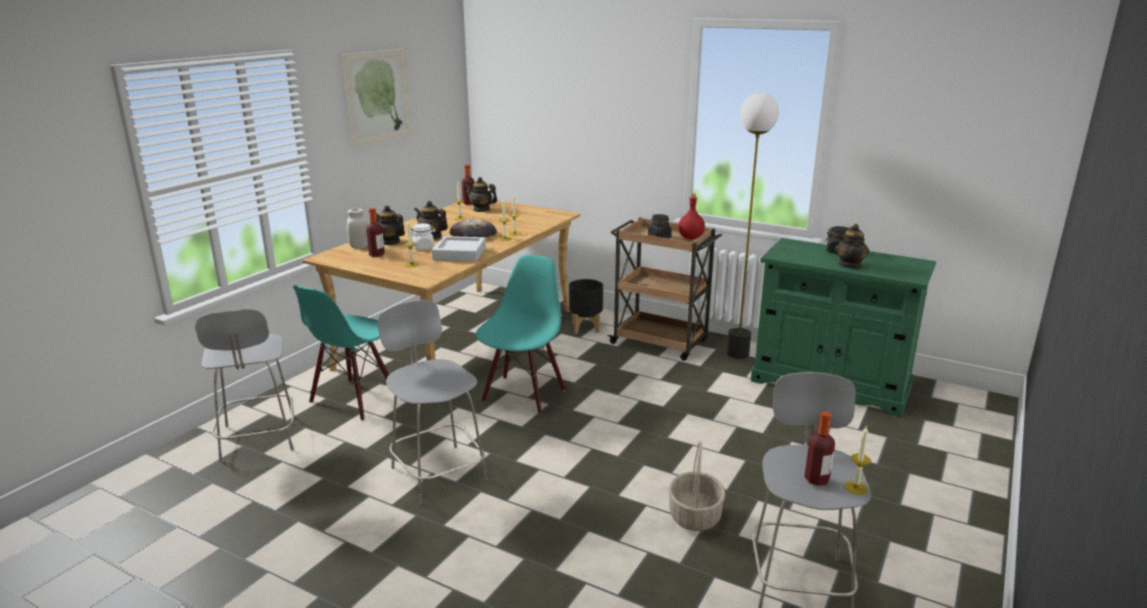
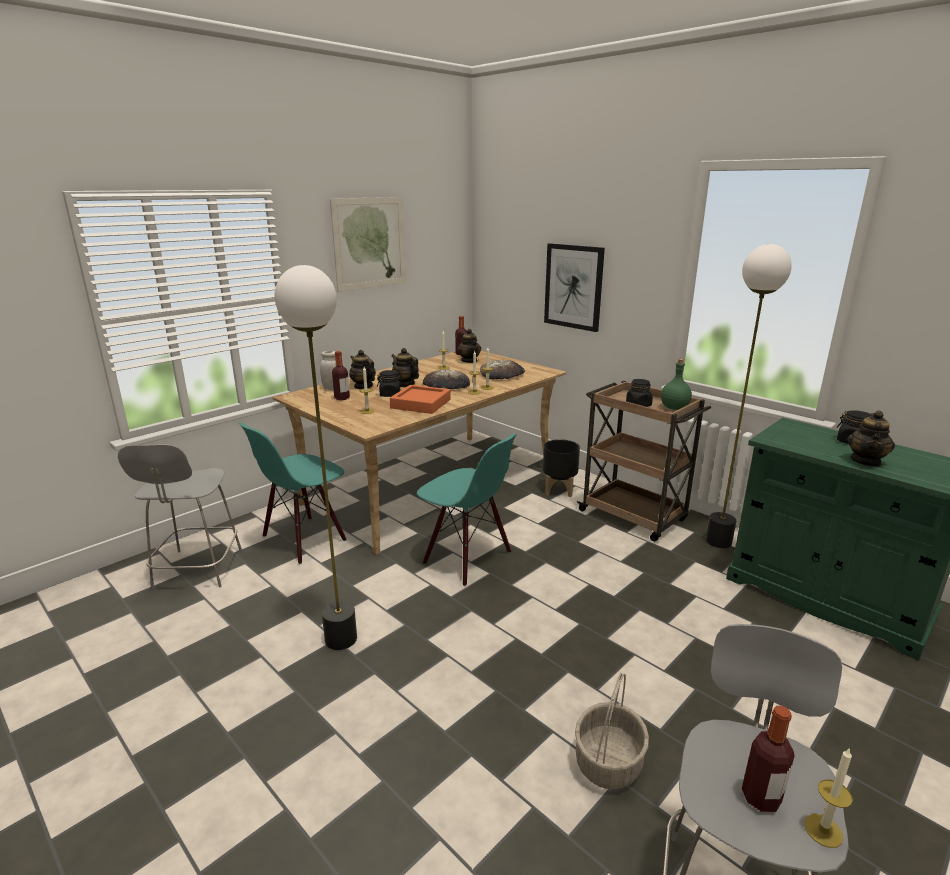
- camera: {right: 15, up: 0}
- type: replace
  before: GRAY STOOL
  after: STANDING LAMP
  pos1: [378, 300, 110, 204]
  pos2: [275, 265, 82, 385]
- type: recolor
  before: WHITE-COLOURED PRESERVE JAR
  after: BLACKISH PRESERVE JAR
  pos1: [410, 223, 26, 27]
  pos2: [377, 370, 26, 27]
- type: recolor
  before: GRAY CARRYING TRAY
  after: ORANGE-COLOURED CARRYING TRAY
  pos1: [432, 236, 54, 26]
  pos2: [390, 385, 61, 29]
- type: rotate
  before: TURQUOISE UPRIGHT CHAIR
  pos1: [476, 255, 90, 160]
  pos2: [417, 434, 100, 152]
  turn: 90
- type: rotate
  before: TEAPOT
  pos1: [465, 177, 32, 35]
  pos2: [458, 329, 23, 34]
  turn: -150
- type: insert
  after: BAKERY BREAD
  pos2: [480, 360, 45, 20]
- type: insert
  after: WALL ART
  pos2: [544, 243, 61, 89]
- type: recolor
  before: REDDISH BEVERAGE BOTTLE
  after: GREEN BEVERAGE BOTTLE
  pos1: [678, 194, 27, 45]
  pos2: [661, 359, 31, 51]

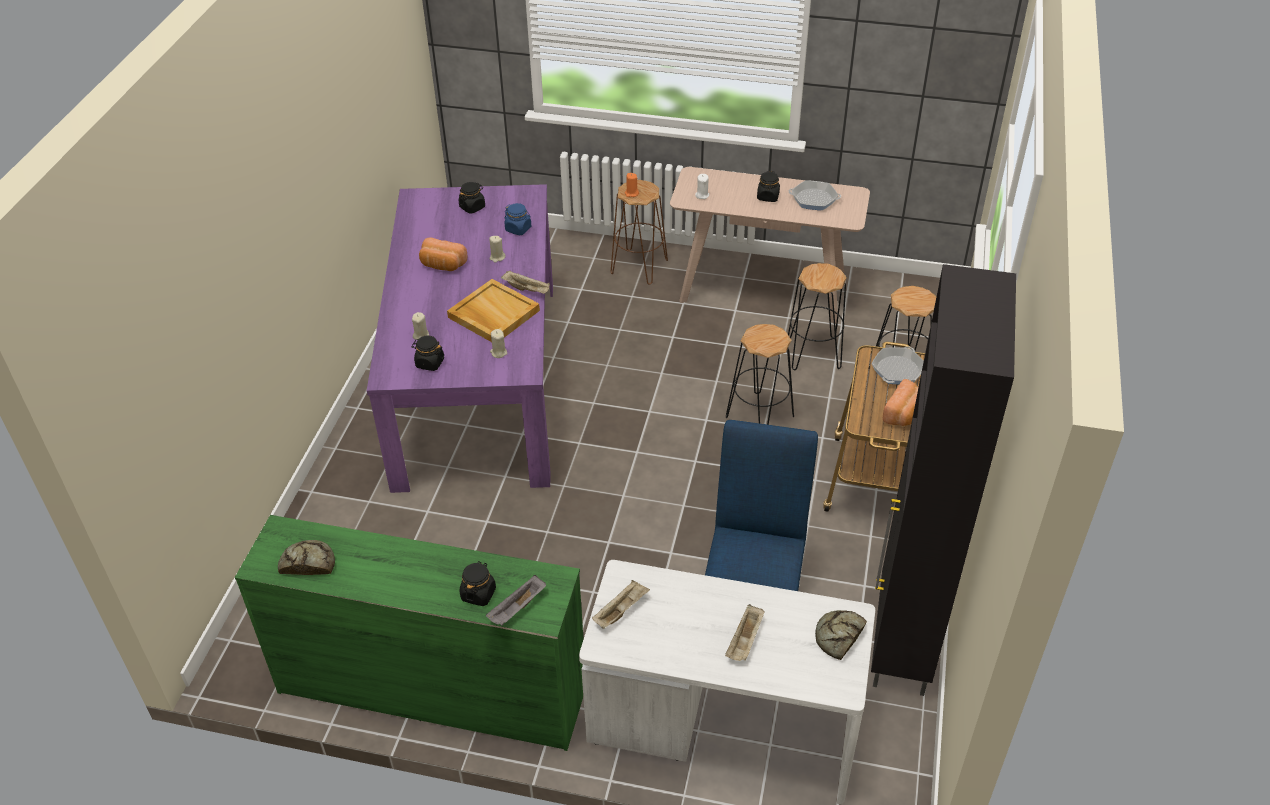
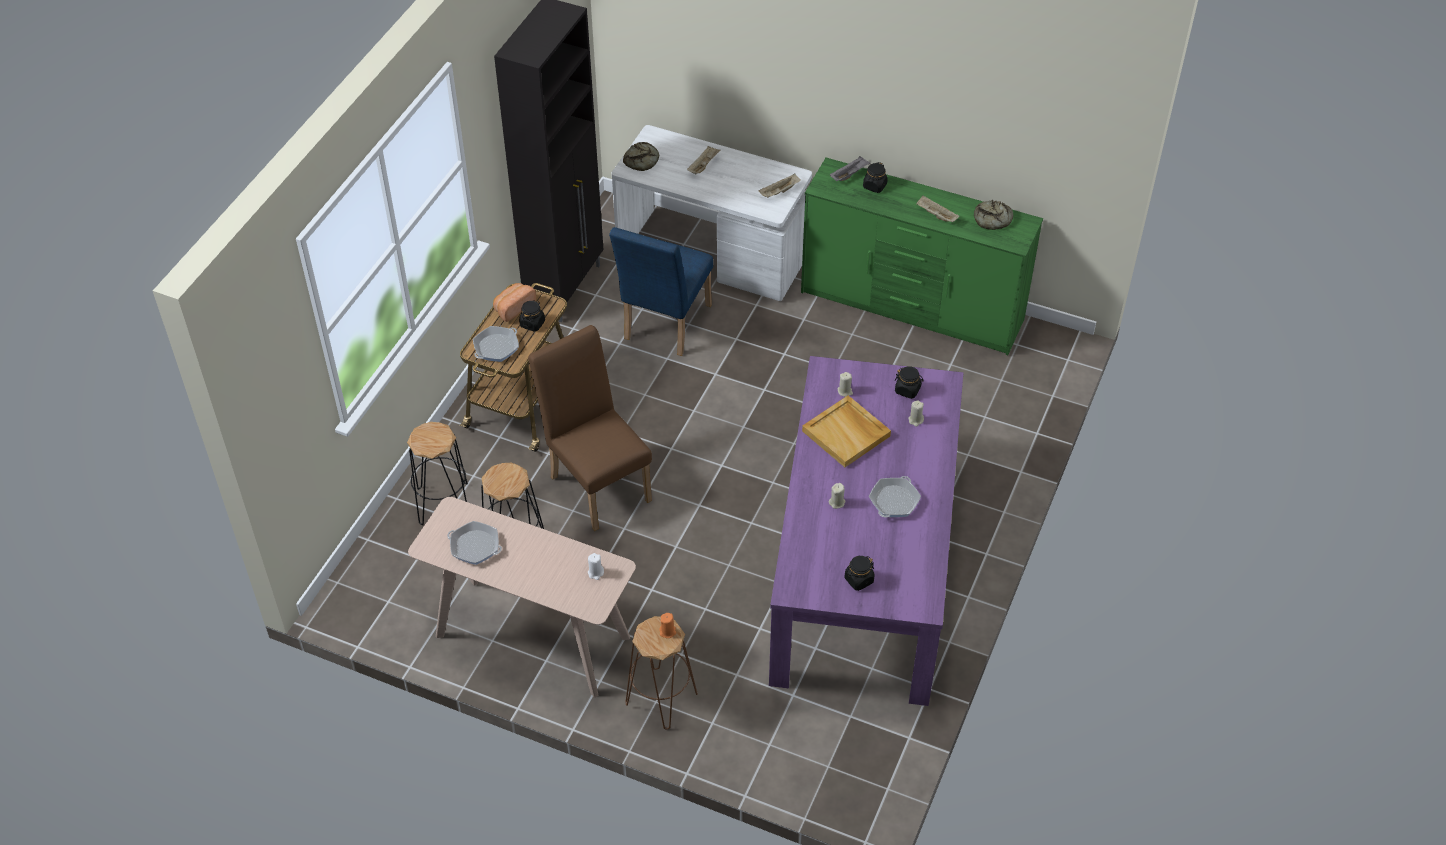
- camera: {right: -170, up: 5}
- type: move
  before: BLACKISH PRESERVE JAR
  pos1: [757, 171, 23, 31]
  pos2: [519, 300, 26, 32]
- type: replace
  before: BLACKISH STOOL
  after: BROWN UPRIGHT CHAIR
  pos1: [726, 324, 68, 101]
  pos2: [528, 325, 124, 206]
- type: replace
  before: BAKERY BREAD
  after: FRYING PAN
  pos1: [419, 238, 49, 33]
  pos2: [869, 476, 52, 41]
- type: move
  before: BEIGE CARRYING TRAY
  pos1: [501, 271, 49, 23]
  pos2: [916, 196, 44, 26]
- type: delete
  before: BLUE PRESERVE JAR
  pos1: [504, 203, 27, 32]

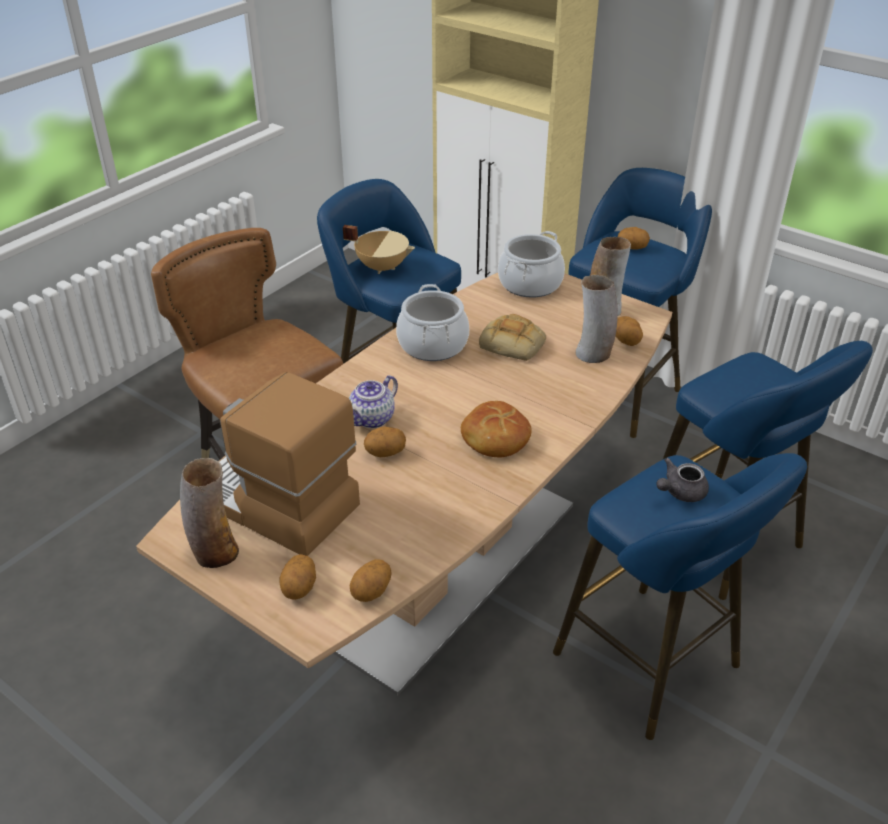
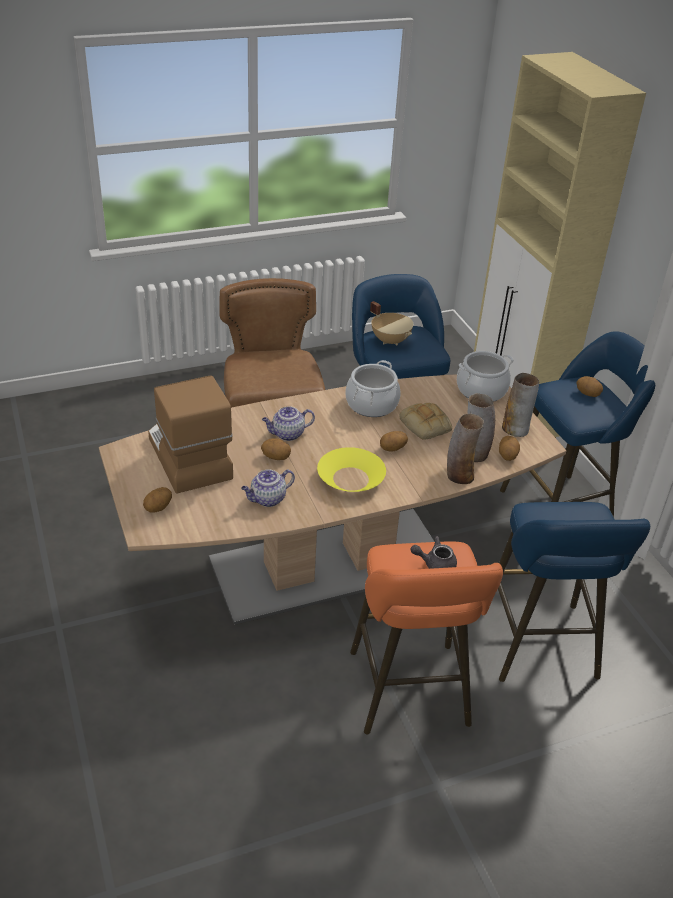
- camera: {right: 30, up: 0}
- type: insert
  after: TEAPOT
  pos2: [241, 469, 54, 38]
- type: replace
  before: BAKERY BREAD
  after: YELLOW DEEP DISH
  pos1: [461, 401, 71, 56]
  pos2: [317, 447, 69, 45]
- type: recolor
  before: BLUE STOOL
  after: ORANGE-COLOURED STOOL
  pos1: [553, 453, 254, 287]
  pos2: [350, 542, 153, 192]
- type: move
  before: WHOLE POTATO
  pos1: [350, 559, 42, 43]
  pos2: [380, 431, 28, 21]
- type: move
  before: FLOWER VASE
  pos1: [180, 458, 59, 110]
  pos2: [447, 414, 37, 70]

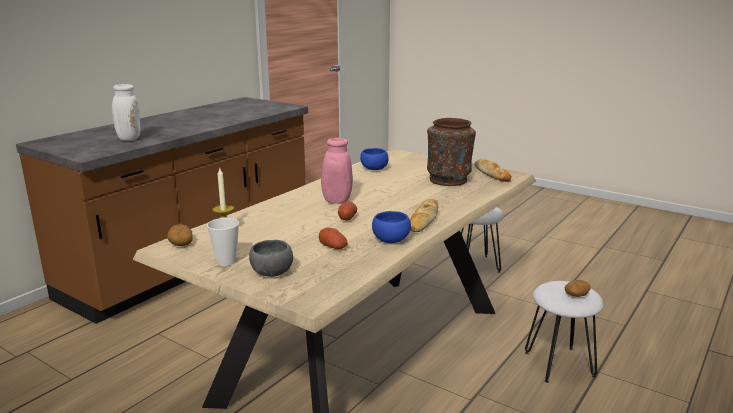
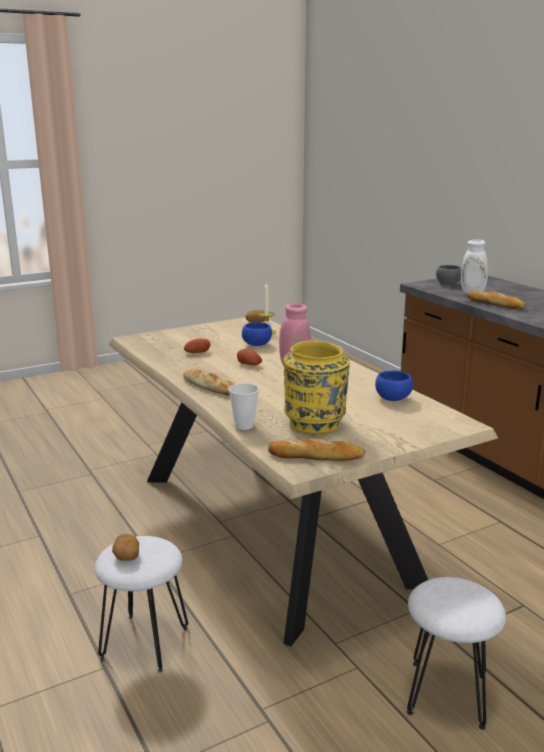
- camera: {right: 115, up: 0}
- type: move
  before: SMALL CUP
  pos1: [207, 218, 32, 48]
  pos2: [229, 383, 30, 47]
- type: move
  before: BLUE DEEP DISH
  pos1: [372, 211, 39, 32]
  pos2: [242, 322, 30, 24]
- type: recolor
  before: BROWN FLOWER VASE
  after: YELLOW FLOWER VASE
  pos1: [427, 118, 49, 68]
  pos2: [283, 341, 67, 93]
- type: move
  before: GRAY DEEP DISH
  pos1: [249, 240, 44, 37]
  pos2: [436, 265, 26, 20]
- type: insert
  after: BAKERY BREAD
  pos2: [467, 291, 59, 18]

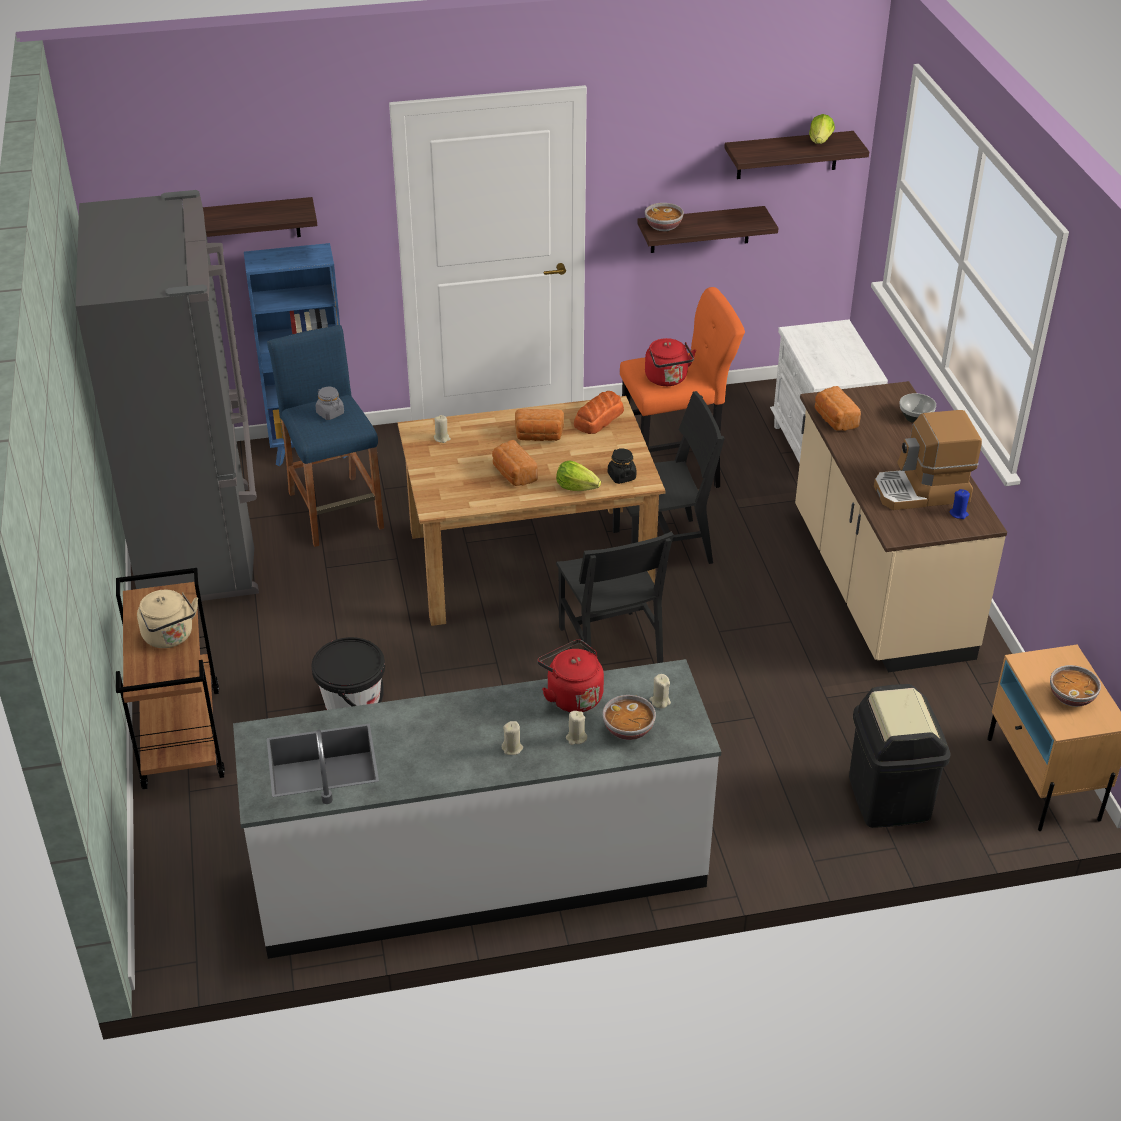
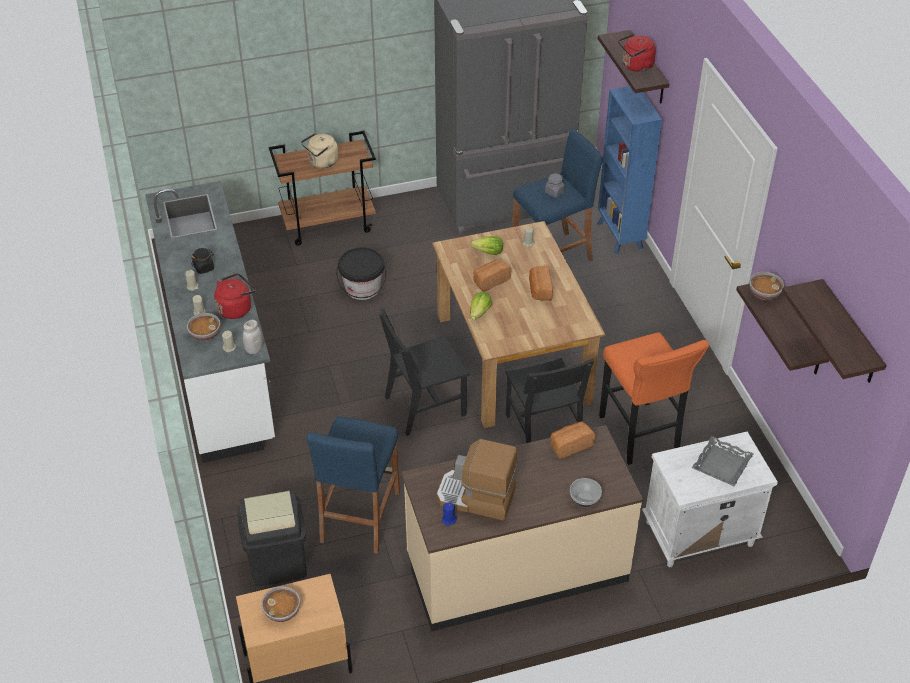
- camera: {right: 85, up: 5}
- type: move
  before: BLACKISH PRESERVE JAR
  pos1: [608, 448, 28, 36]
  pos2: [191, 248, 23, 26]
- type: insert
  after: WHITE-COLOURED PRESERVE JAR
  pos2: [243, 320, 20, 34]
- type: insert
  after: BLUE STOOL
  pos2: [307, 416, 93, 138]
- type: rotate
  before: COFFEE MACHINE
  pos1: [874, 410, 108, 100]
  pos2: [437, 439, 80, 81]
  turn: -60
- type: move
  before: LETTUCE HEAD
  pos1: [809, 114, 26, 30]
  pos2: [471, 236, 32, 19]
- type: move
  before: REDDISH TEA KETTLE
  pos1: [645, 338, 51, 48]
  pos2: [618, 33, 38, 39]
- type: insert
  after: GRAY CARRYING TRAY
  pos2: [692, 436, 61, 50]
- type: delete
  before: BAKERY BREAD
  pos1: [574, 391, 50, 43]

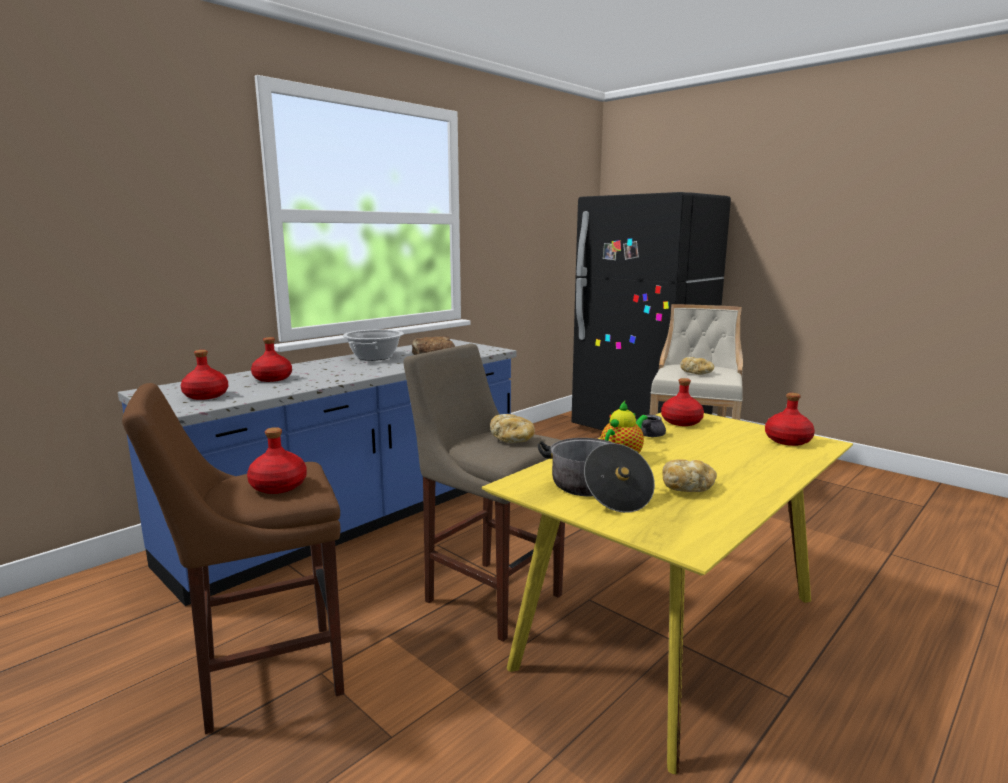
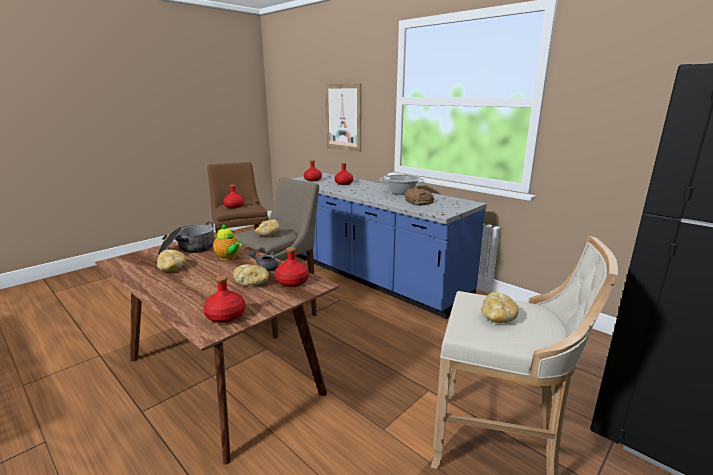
- camera: {right: 90, up: 5}
- type: recolor
  before: YELLOW KITCHEN TABLE
  after: BROWN KITCHEN TABLE
  pos1: [482, 413, 371, 361]
  pos2: [95, 232, 245, 233]
- type: insert
  after: BAKERY BREAD
  pos2: [233, 264, 36, 23]
- type: insert
  after: WALL ART
  pos2: [325, 83, 37, 69]

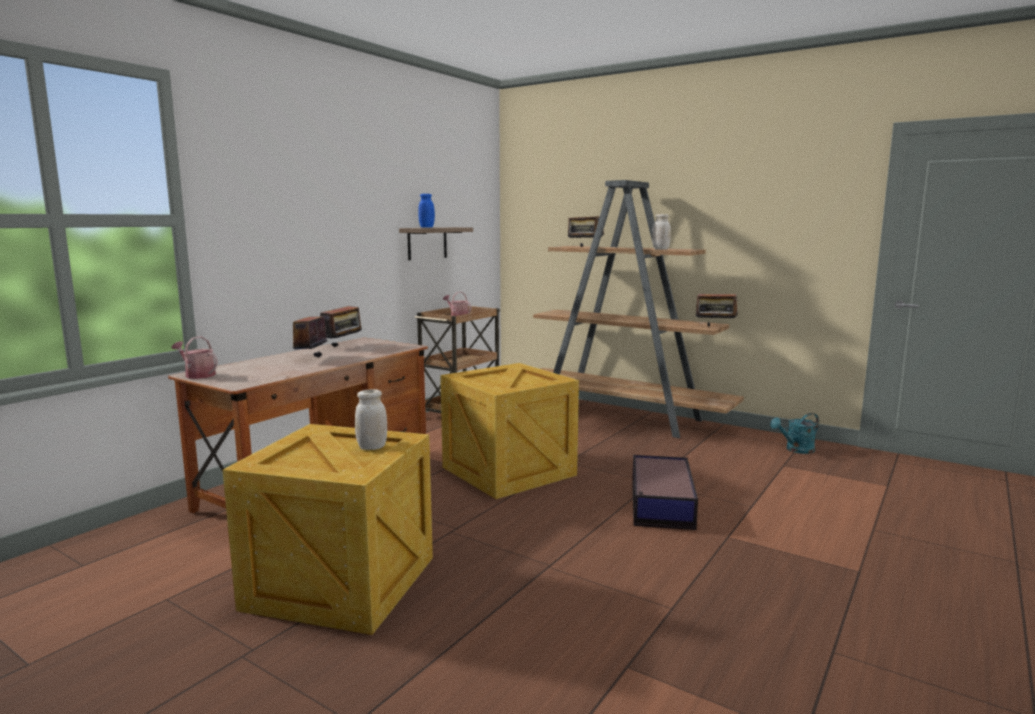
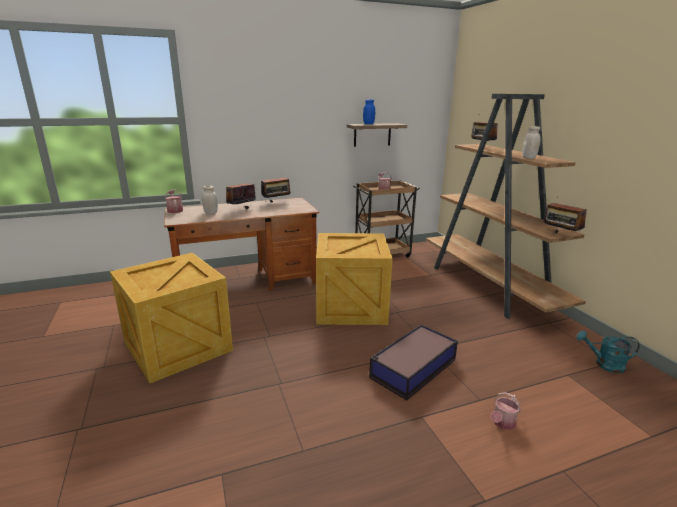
- camera: {right: 35, up: 10}
- type: move
  before: WHITE-COLOURED PRESERVE JAR
  pos1: [355, 389, 32, 61]
  pos2: [202, 185, 16, 29]
- type: insert
  after: WATERING CAN
  pos2: [491, 392, 30, 38]

